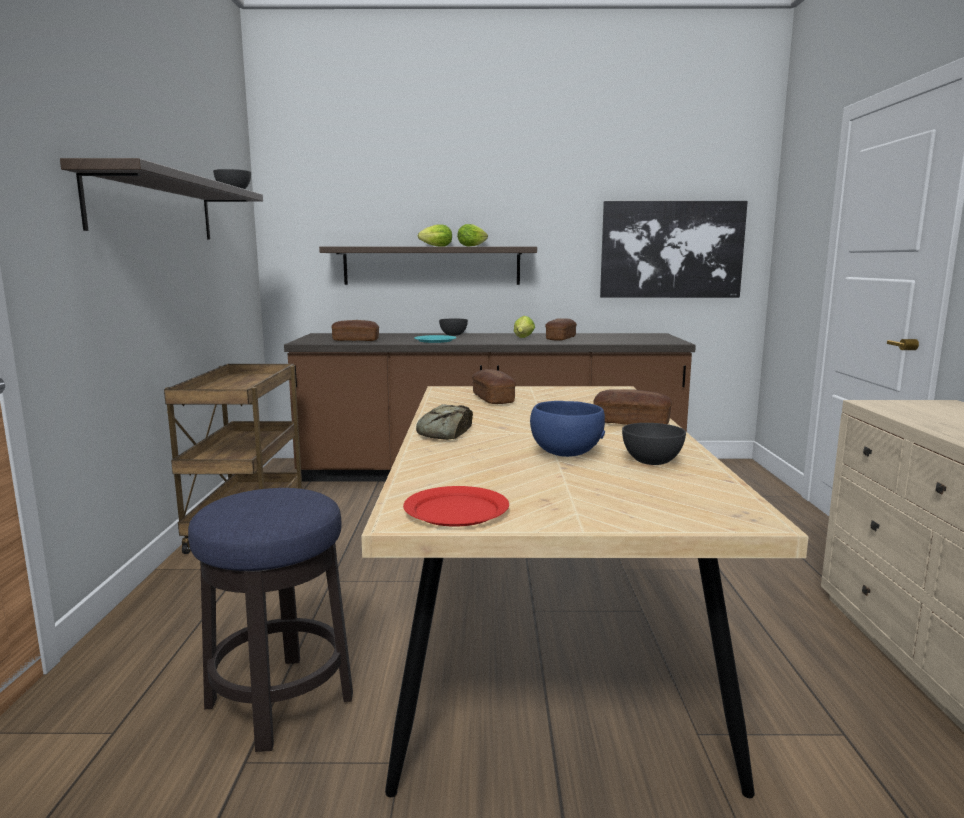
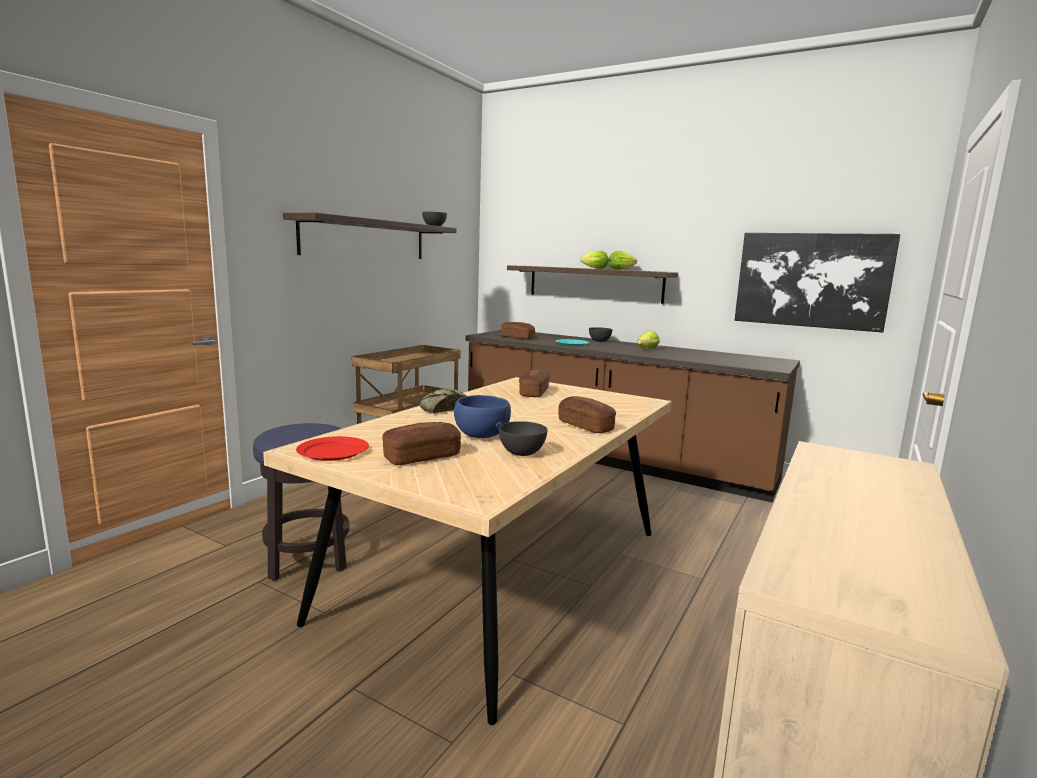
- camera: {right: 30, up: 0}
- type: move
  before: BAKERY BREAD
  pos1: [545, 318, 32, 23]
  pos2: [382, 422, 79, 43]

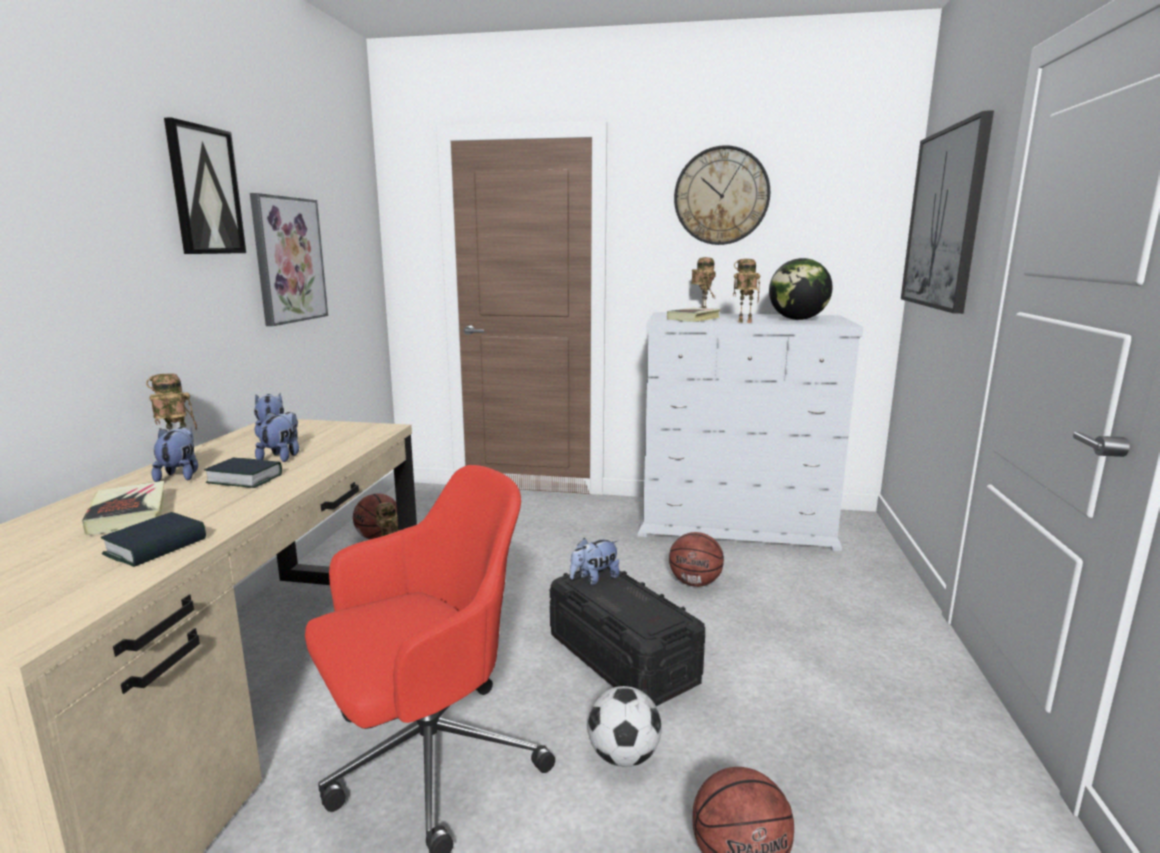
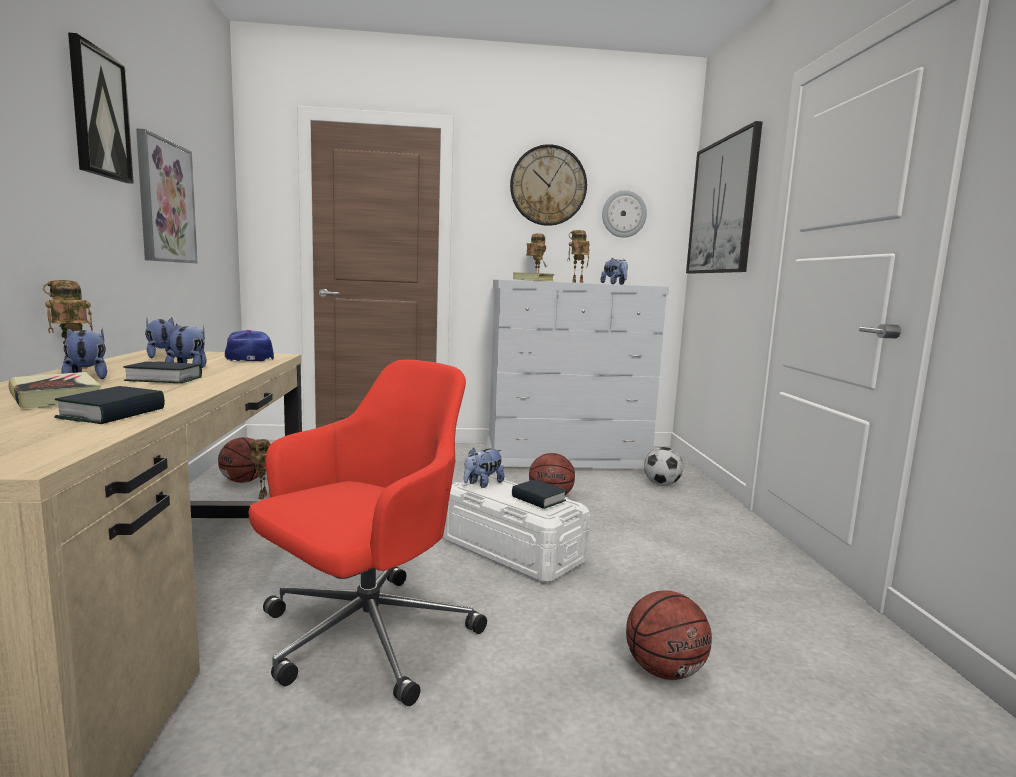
- camera: {right: -15, up: -5}
- type: insert
  after: PEAKED CAP
  pos2: [225, 330, 49, 31]
- type: recolor
  before: BLACKISH STORAGE BIN
  after: WHITE-COLOURED STORAGE BIN
  pos1: [550, 566, 155, 140]
  pos2: [444, 475, 146, 107]
- type: insert
  after: VOLUME
  pos2: [512, 479, 54, 30]
- type: replace
  before: WORLD GLOBE
  after: CUDDLY TOY
  pos1: [769, 258, 64, 62]
  pos2: [601, 258, 27, 27]
- type: insert
  after: WALL CLOCK
  pos2: [602, 190, 45, 48]
- type: move
  before: FOOTBALL BALL
  pos1: [587, 686, 75, 81]
  pos2: [644, 447, 39, 39]

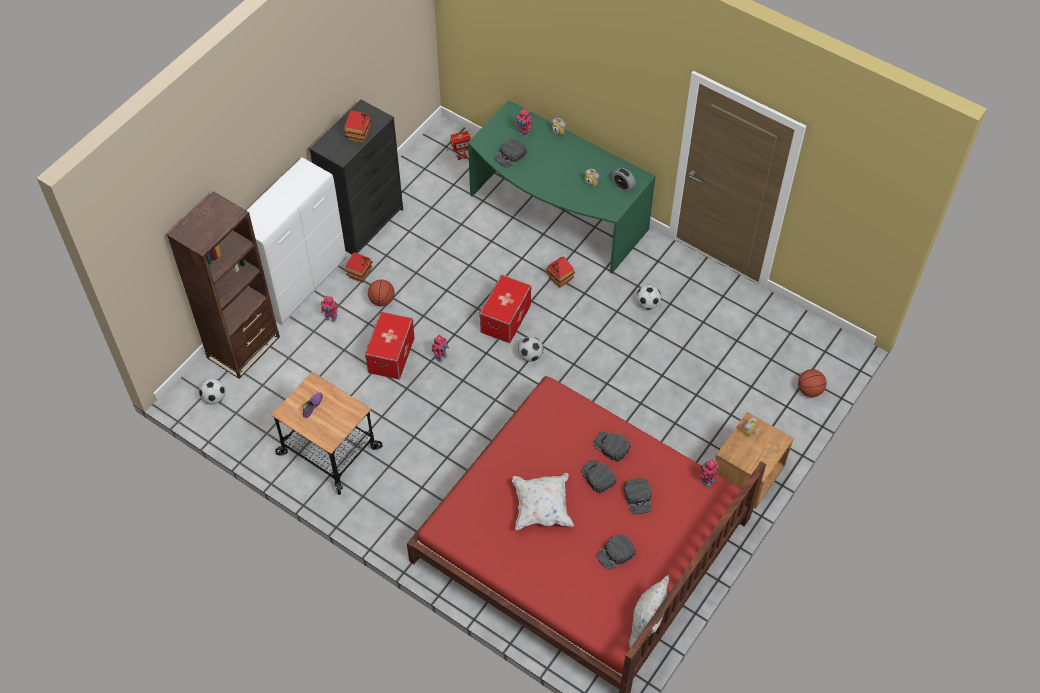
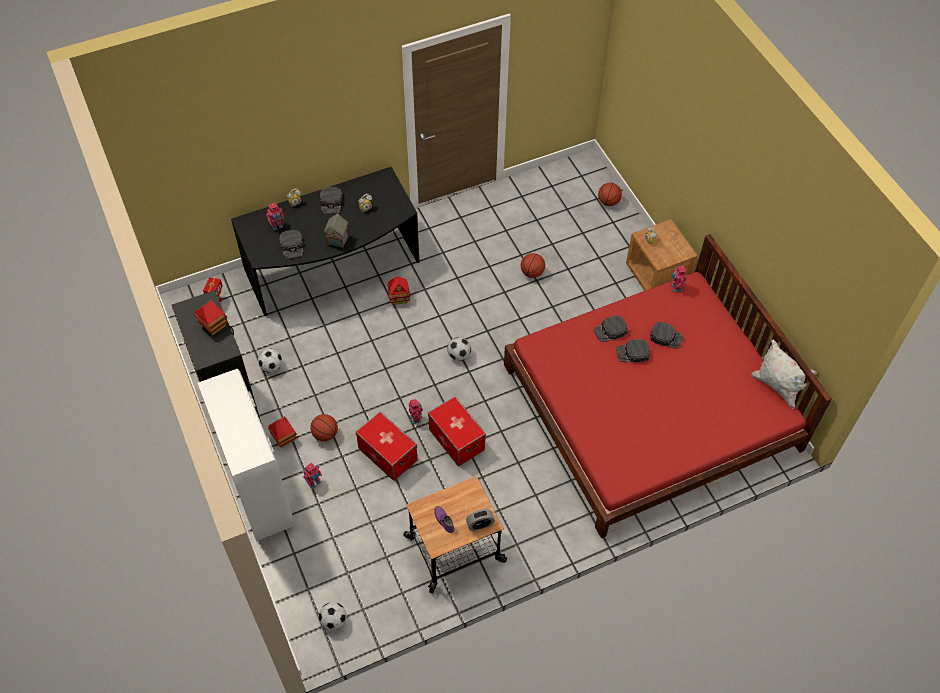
- camera: {right: -60, up: 0}
- type: recolor
  before: GREEN DESK UNIT
  after: BLACKISH DESK UNIT
  pos1: [468, 100, 188, 173]
  pos2: [231, 167, 188, 149]
- type: move
  before: FOOTBALL BALL
  pos1: [637, 285, 24, 24]
  pos2: [258, 349, 24, 24]
- type: move
  before: BLACKISH PEAKED CAP
  pos1: [596, 534, 40, 36]
  pos2: [320, 187, 22, 27]
- type: insert
  after: MODEL HOUSE
  pos2: [324, 213, 25, 36]
- type: move
  before: STORAGE BIN
  pos1: [479, 275, 53, 68]
  pos2: [428, 396, 58, 70]
- type: move
  before: TABLE CLOCK
  pos1: [612, 168, 24, 24]
  pos2: [466, 509, 29, 22]
- type: insert
  after: BASKETBALL BALL
  pos2: [521, 253, 24, 25]
- type: delete
  before: BROWN BOOKSHELF
  pos1: [167, 191, 113, 188]
- type: delete
  before: WHITE-COLOURED CUSHION
  pos1: [512, 473, 62, 57]

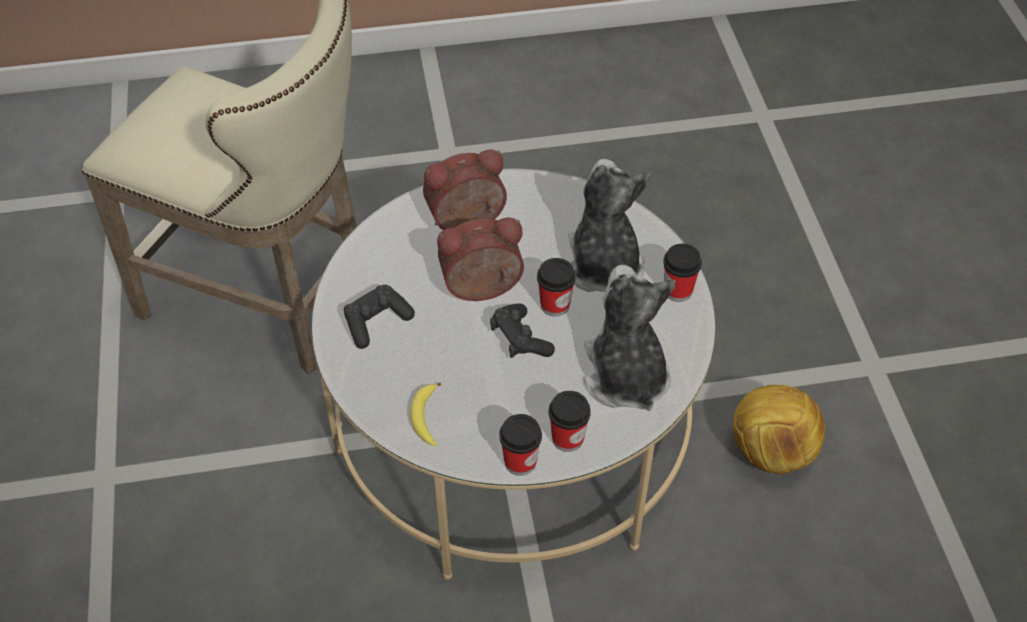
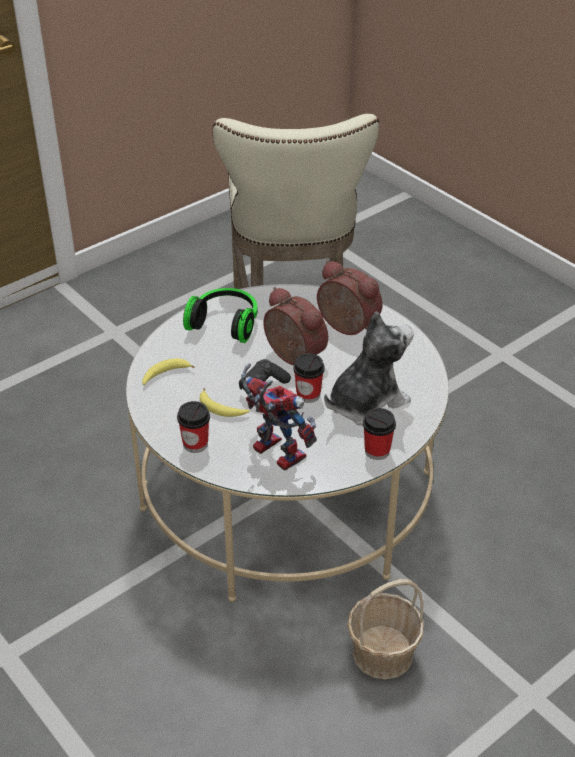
- camera: {right: 60, up: -10}
- type: replace
  before: BLACKISH GAMEPAD
  after: HEADPHONES
  pos1: [344, 285, 71, 64]
  pos2: [183, 288, 74, 55]
- type: insert
  after: BANANA
  pos2: [200, 388, 49, 29]
- type: replace
  before: CUDDLY TOY
  after: ROBOT FIGURE
  pos1: [584, 265, 92, 146]
  pos2: [241, 363, 76, 108]
- type: replace
  before: FOOTBALL BALL
  after: BASKET
  pos1: [733, 385, 92, 89]
  pos2: [347, 579, 77, 101]
- type: delete
  before: SMALL CUP
  pos1: [499, 414, 43, 62]

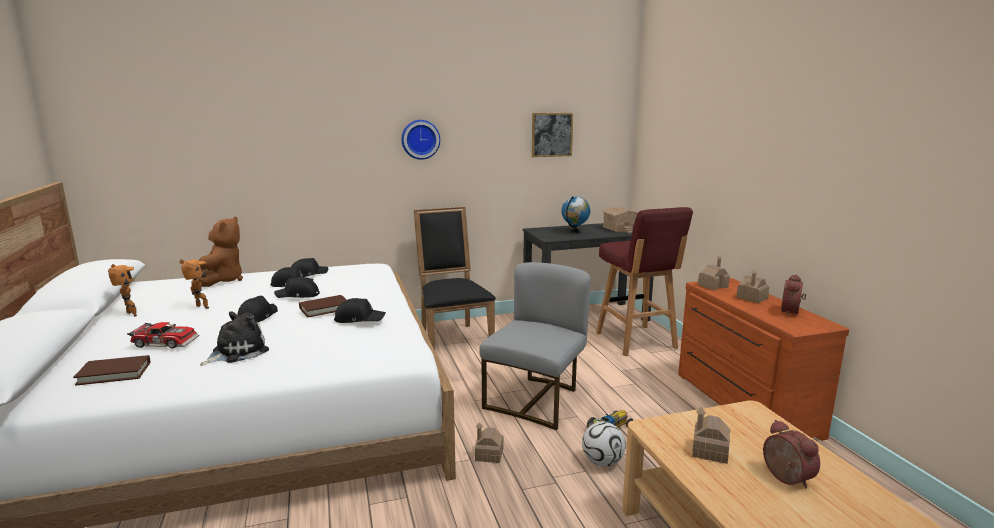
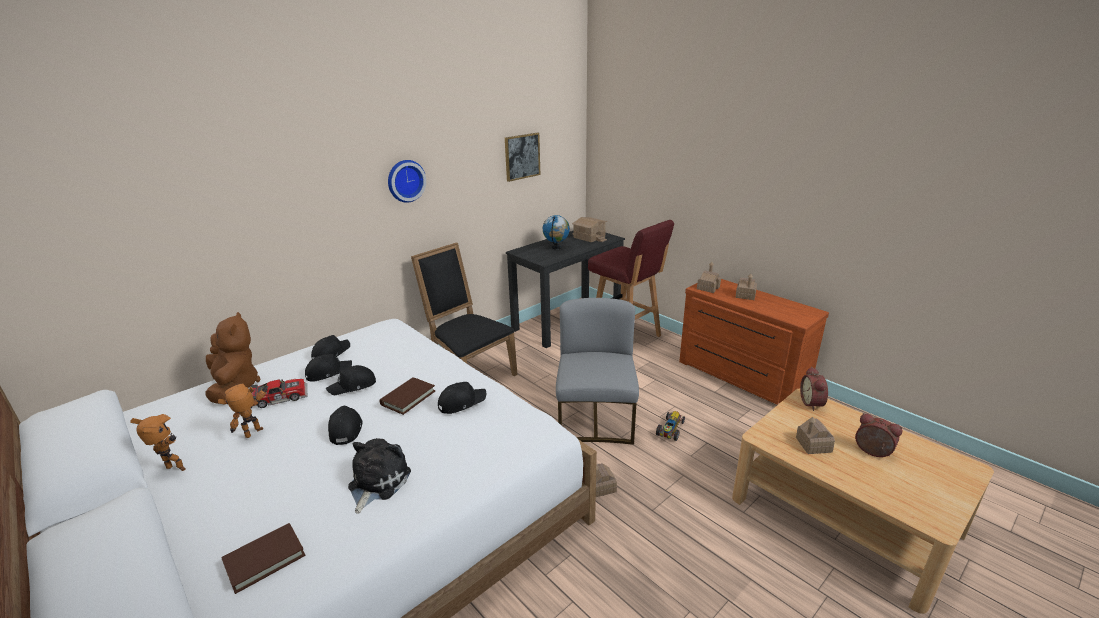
- camera: {right: -25, up: 10}
- type: rotate
  before: ROBOT FIGURE
  pos1: [179, 259, 30, 50]
  pos2: [218, 384, 50, 54]
  turn: -60
- type: move
  before: MINIATURE CAR
  pos1: [127, 322, 72, 27]
  pos2: [251, 379, 56, 29]
- type: move
  before: TABLE CLOCK
  pos1: [781, 274, 25, 42]
  pos2: [800, 367, 28, 44]
- type: delete
  before: FOOTBALL BALL
  pos1: [582, 422, 44, 45]

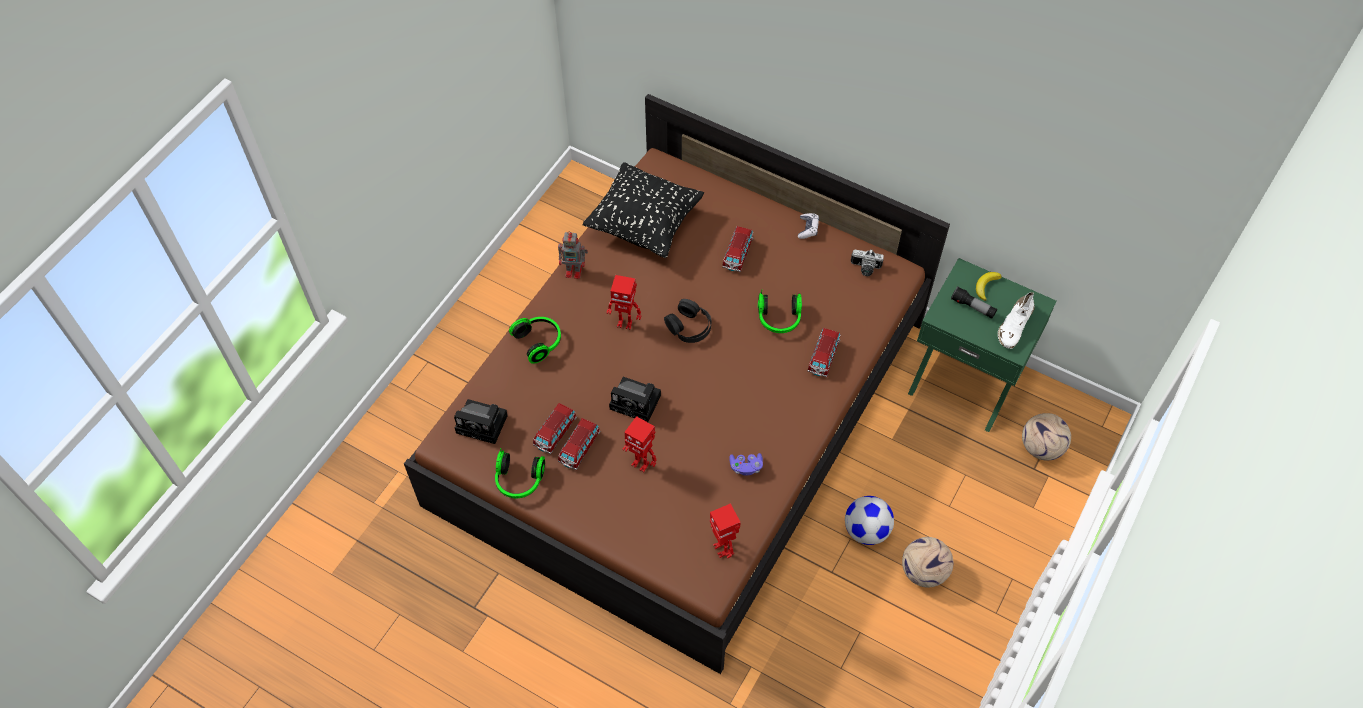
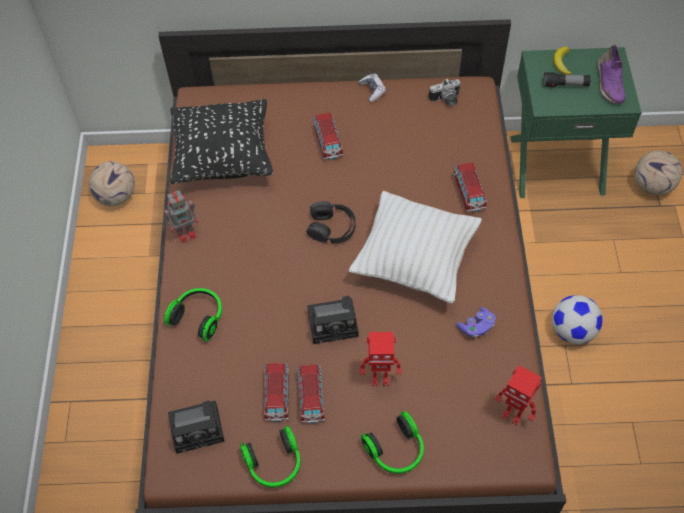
- camera: {right: -30, up: 0}
- type: move
  before: FOOTBALL BALL
  pos1: [902, 537, 51, 51]
  pos2: [88, 161, 47, 45]
- type: insert
  after: WHITE-COLOURED CUSHION
  pos2: [349, 191, 133, 113]
- type: move
  before: HEADPHONES
  pos1: [758, 290, 44, 43]
  pos2: [361, 411, 63, 63]
- type: recolor
  before: WHITE-COLOURED SHOE
  after: PURPLISH SHOE
  pos1: [998, 292, 37, 57]
  pos2: [597, 45, 28, 59]
- type: delete
  before: ROBOT FIGURE
  pos1: [607, 275, 34, 55]

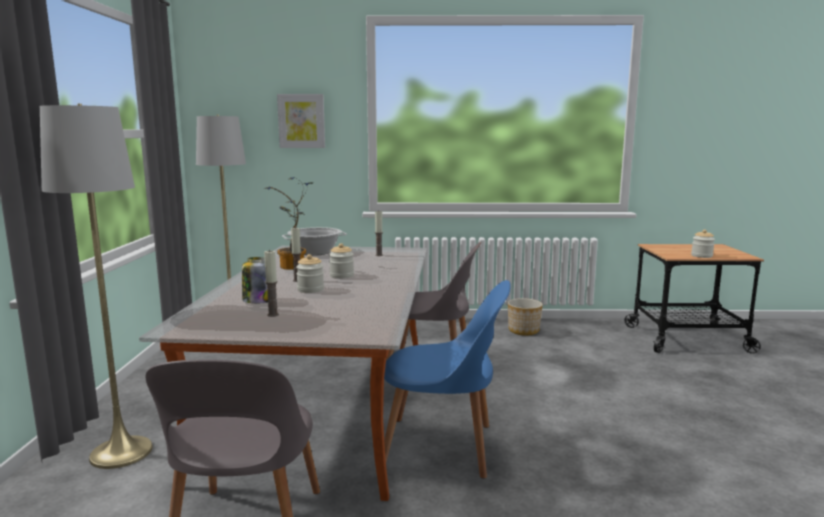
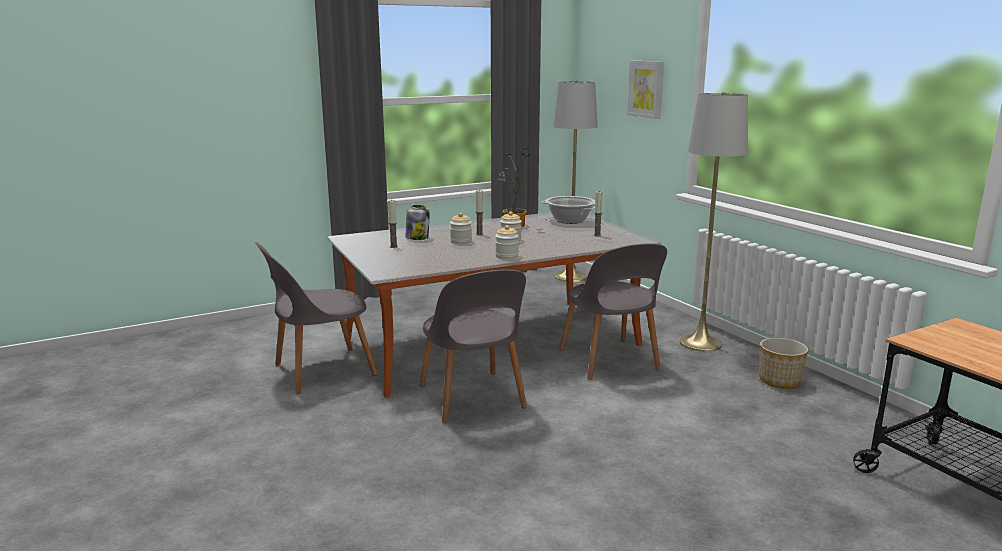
- camera: {right: 60, up: 5}
- type: recolor
  before: BLUE UPRIGHT CHAIR
  after: GRAY UPRIGHT CHAIR
  pos1: [384, 280, 127, 199]
  pos2: [420, 270, 107, 153]
- type: move
  before: PRESERVE JAR
  pos1: [691, 229, 24, 29]
  pos2: [495, 225, 24, 34]
- type: move
  before: GRAY STANDING LAMP
  pos1: [40, 104, 113, 365]
  pos2: [680, 92, 68, 260]

